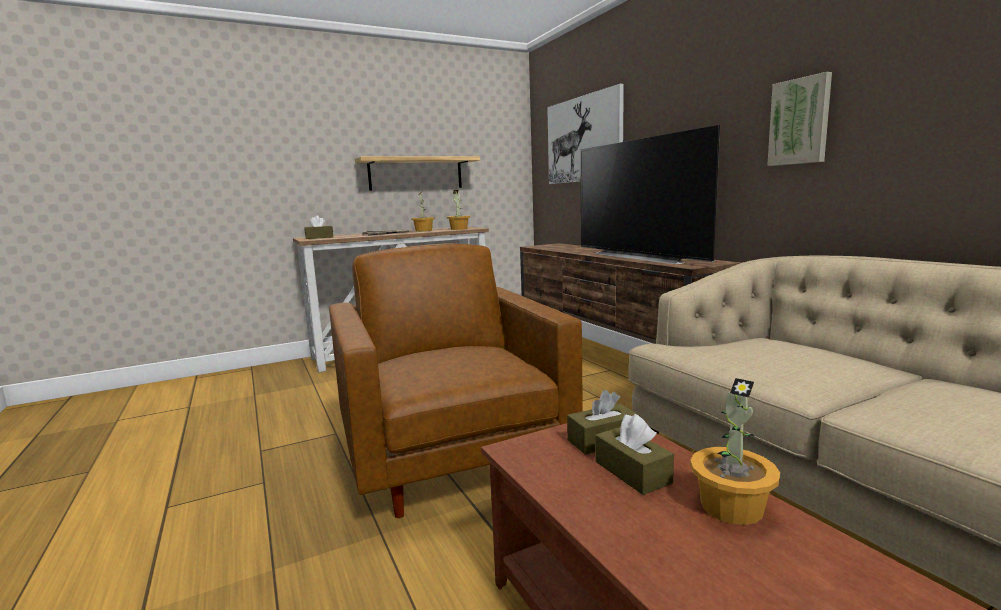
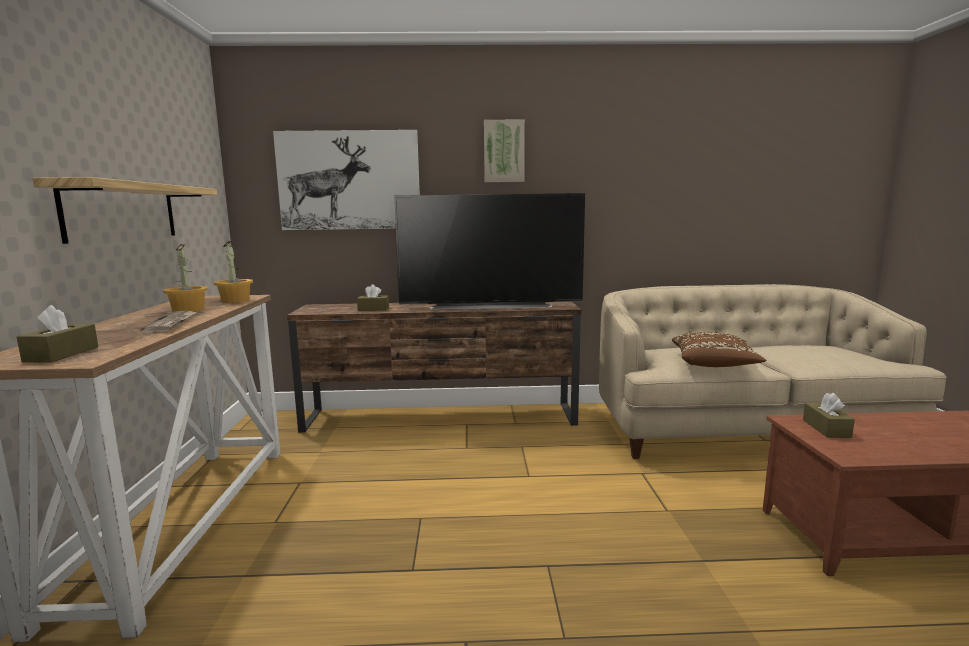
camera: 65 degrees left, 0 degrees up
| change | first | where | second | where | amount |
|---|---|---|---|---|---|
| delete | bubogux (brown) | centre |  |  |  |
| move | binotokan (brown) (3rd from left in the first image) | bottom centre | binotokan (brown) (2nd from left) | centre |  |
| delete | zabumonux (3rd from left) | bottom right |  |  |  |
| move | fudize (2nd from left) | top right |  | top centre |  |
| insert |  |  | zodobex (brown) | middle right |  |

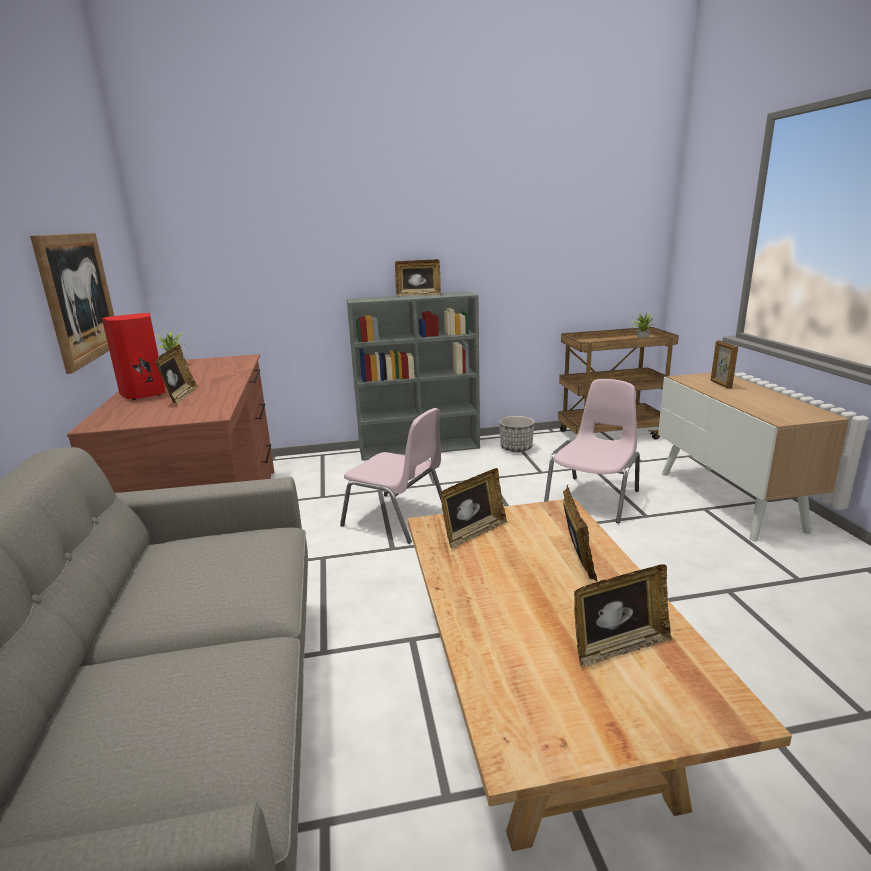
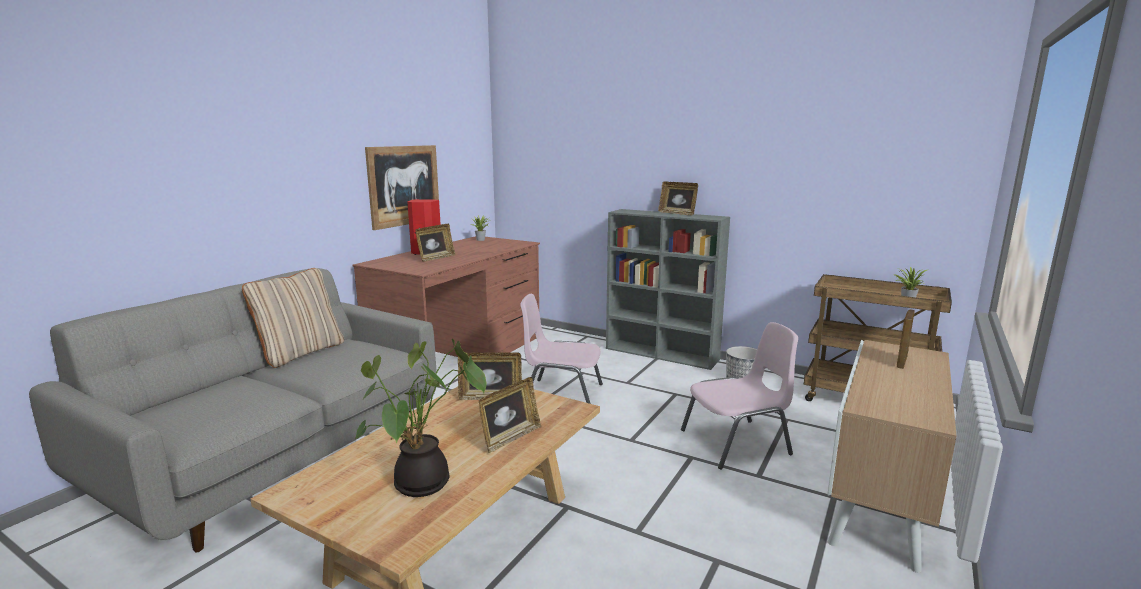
camera: 40 degrees right, 5 degrees down
| change | first | where | second | where | amount |
|---|---|---|---|---|---|
| rotate | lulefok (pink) (1st from left) | centre |  | centre | 120 degrees clockwise |
| replace | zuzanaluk (5th from left) | bottom right | zabumonux (1st from left) | bottom centre |  |
| insert |  |  | zodobex (beige) | middle left |  |

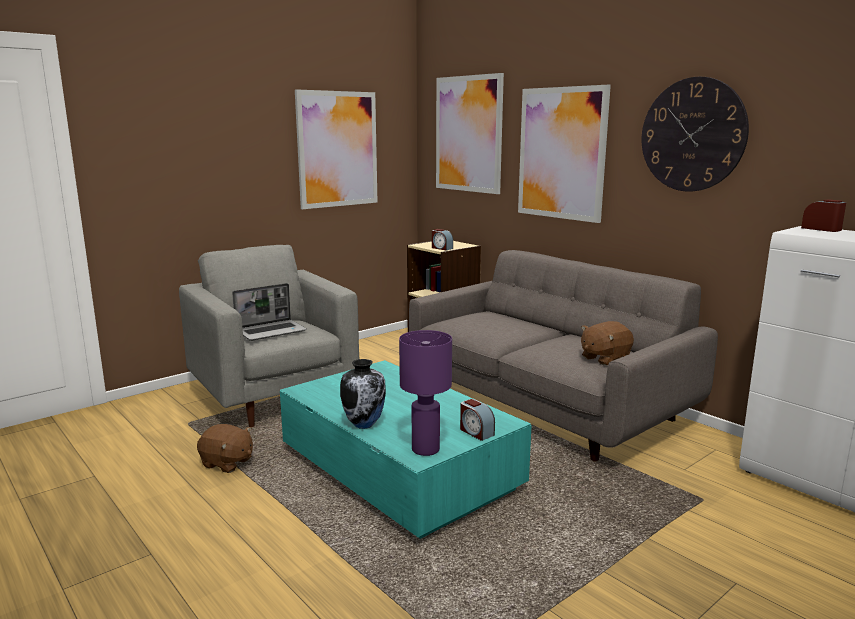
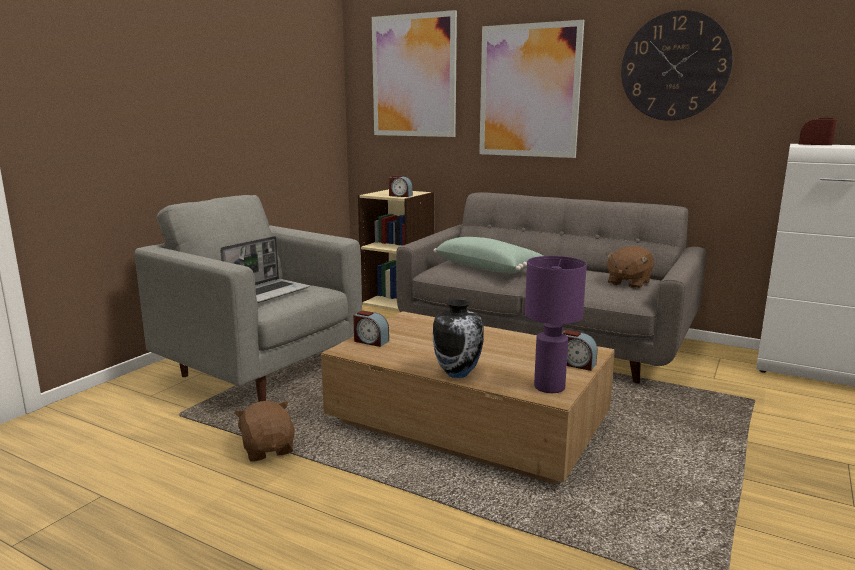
camera: 20 degrees left, 0 degrees up
| change | first | where | second | where | amount |
|---|---|---|---|---|---|
| rotate | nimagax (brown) (1st from left) | bottom left |  | bottom left | 120 degrees counterclockwise |
| recolor | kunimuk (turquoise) | bottom centre | kunimuk (brown) | bottom centre |  |
| delete | fudize (1st from left) | top centre |  |  |  |
| insert |  |  | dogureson (1st from left) | centre |  |
| insert |  |  | zodobex (green) | centre |  |

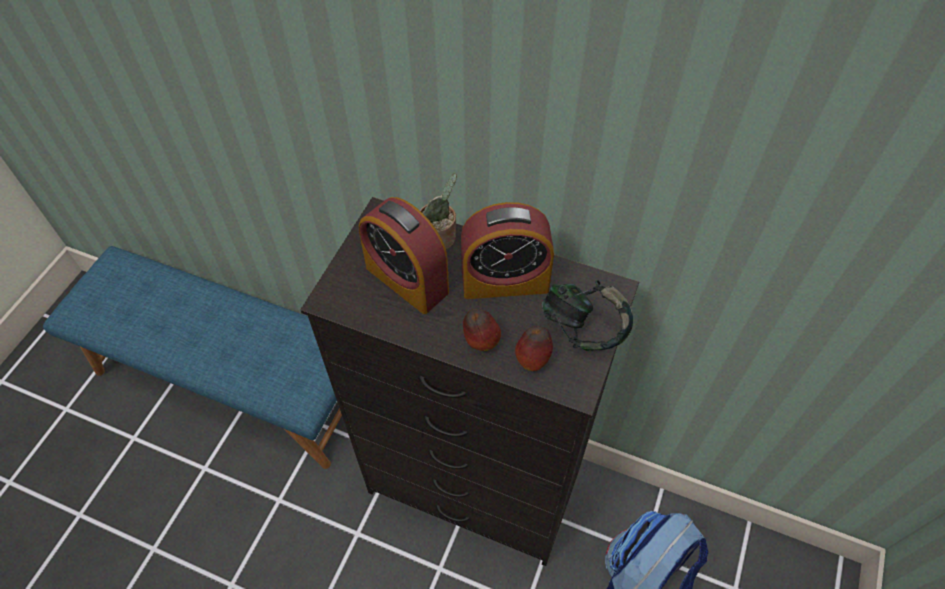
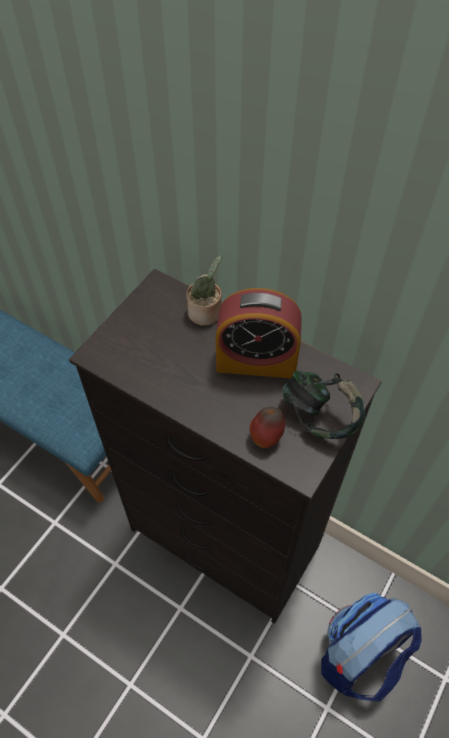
camera: 10 degrees right, 0 degrees up
| change | first | where | second | where | amount |
|---|---|---|---|---|---|
| delete | dogureson (1st from left) | centre |  |  |  |
| delete | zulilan (1st from left) | centre |  |  |  |

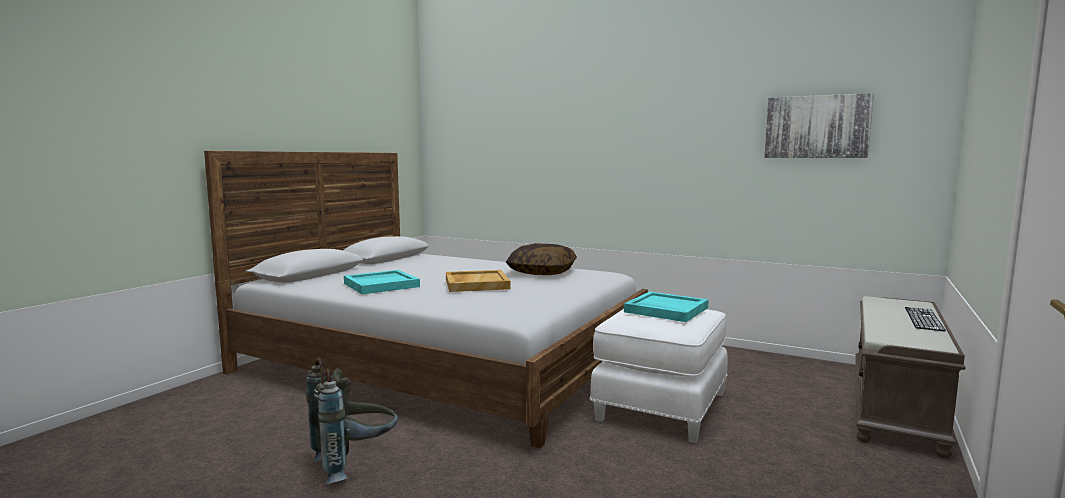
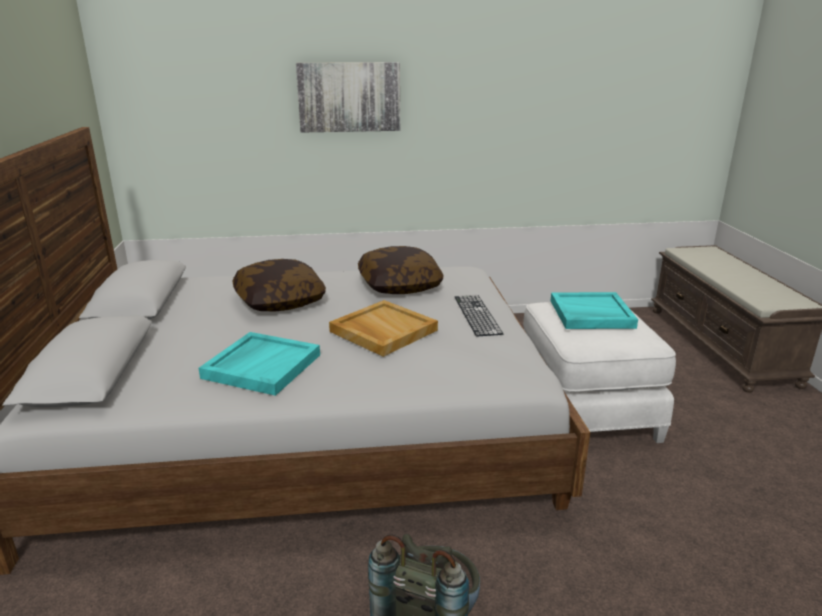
camera: 35 degrees left, 15 degrees up
| change | first | where | second | where | amount |
|---|---|---|---|---|---|
| move | fudize | top right |  | top centre |  |
| move | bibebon | middle right |  | centre |  |
| insert |  |  | zodobex (1st from left) | centre |  |

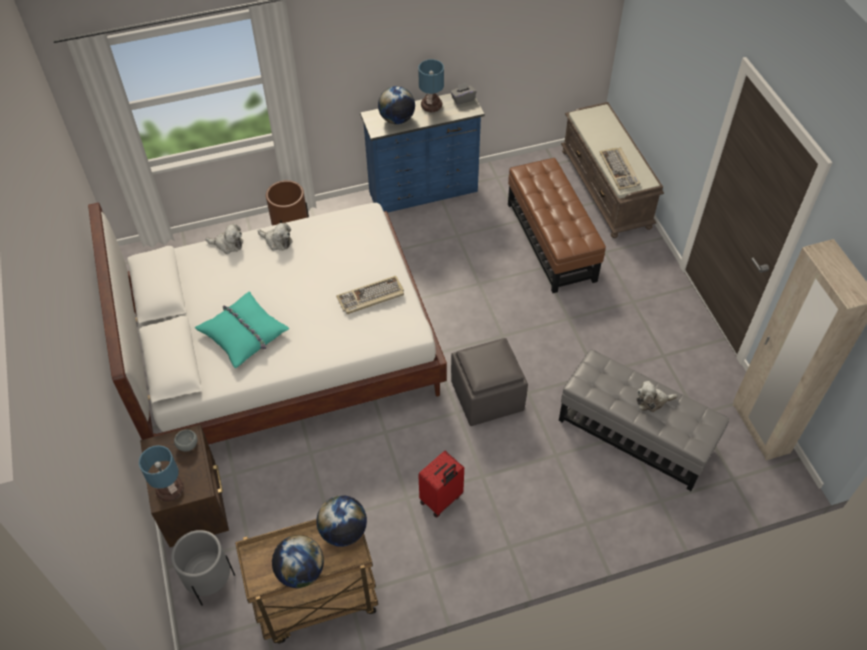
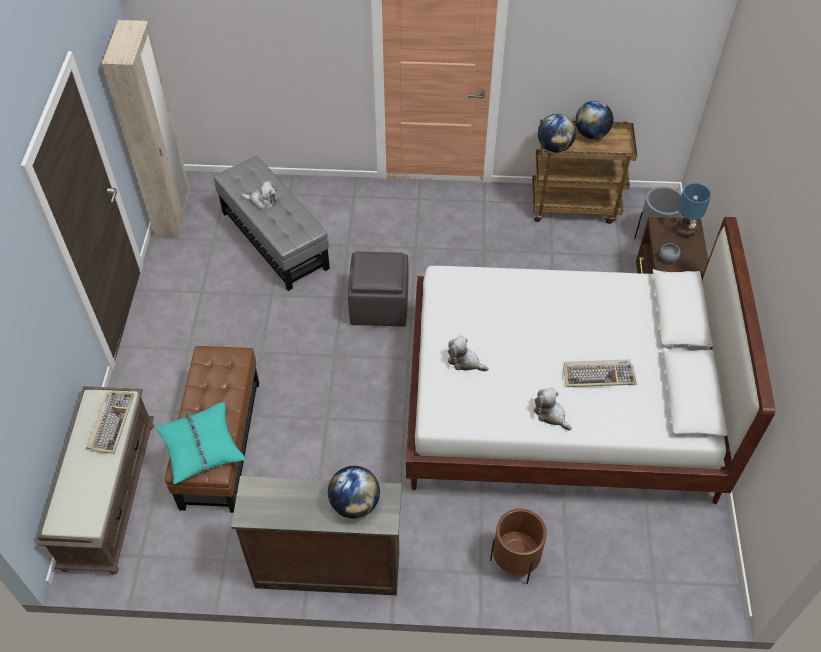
camera: 160 degrees left, 0 degrees up
| change | first | where | second | where | amount |
|---|---|---|---|---|---|
| move | zodobex (turquoise) | middle left |  | bottom left |  |
| move | nimagax (1st from left in the first image) | middle left | nimagax (2nd from left) | centre |  |
| move | bibebon (1st from left in the first image) | centre | bibebon (2nd from left) | middle right |  |
| recolor | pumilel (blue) | top centre | pumilel (brown) | bottom centre |  |
| delete | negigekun (2nd from left) | top centre |  |  |  |
| delete | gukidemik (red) | bottom centre |  |  |  |
| delete | binotokan (grey) | top centre |  |  |  |

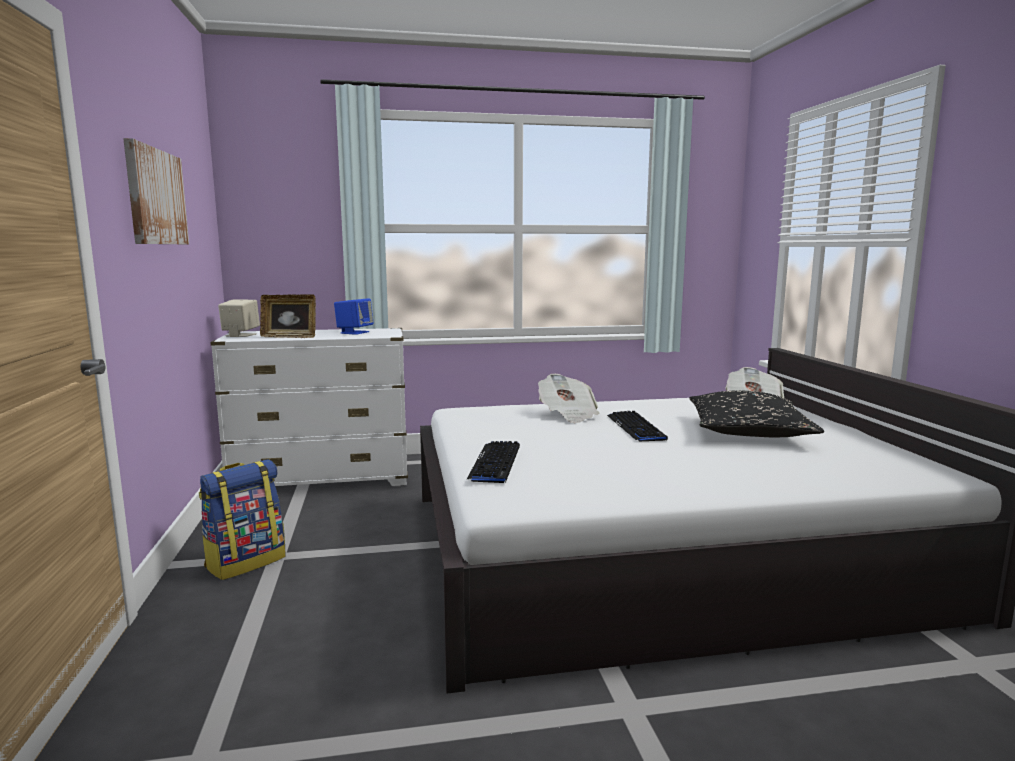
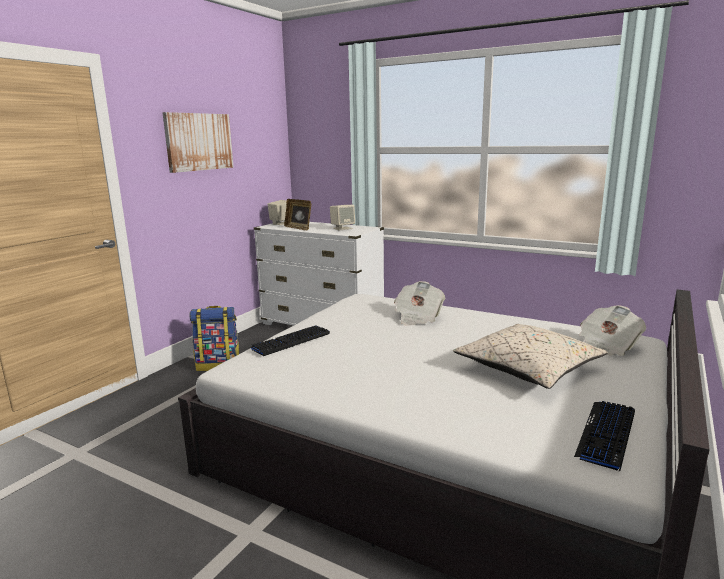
camera: 40 degrees right, 5 degrees up
| change | first | where | second | where | amount |
|---|---|---|---|---|---|
| recolor | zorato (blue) | centre | zorato (beige) (2nd from left) | centre |  |
| move | bibebon (2nd from left) | centre |  | bottom right |  |
| recolor | zodobex (black) | middle right | zodobex (beige) | middle right |  |

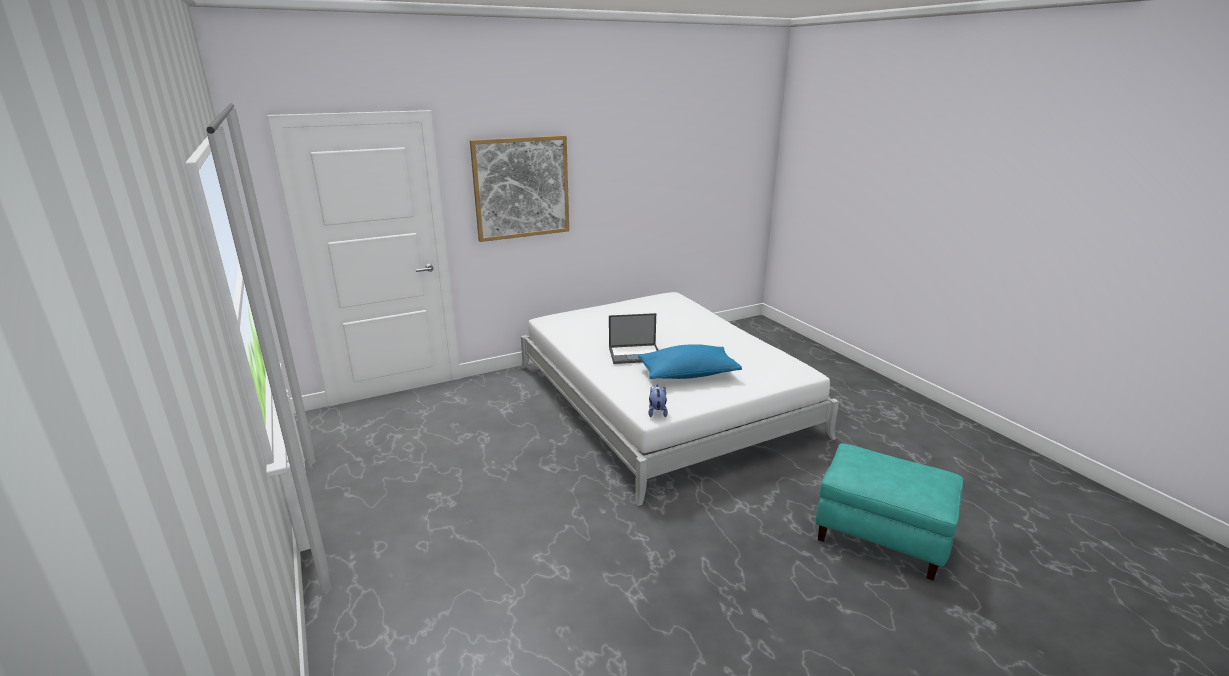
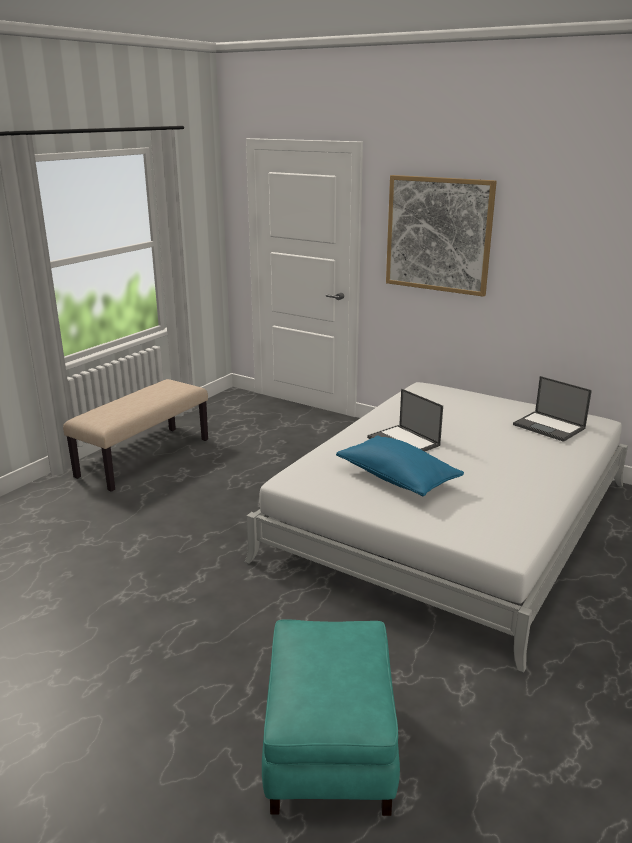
camera: 60 degrees right, 0 degrees up
| change | first | where | second | where | amount |
|---|---|---|---|---|---|
| delete | nimagax | centre |  |  |  |
| insert |  |  | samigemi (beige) | middle left |  |
| insert |  |  | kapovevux (2nd from left) | middle right |  |

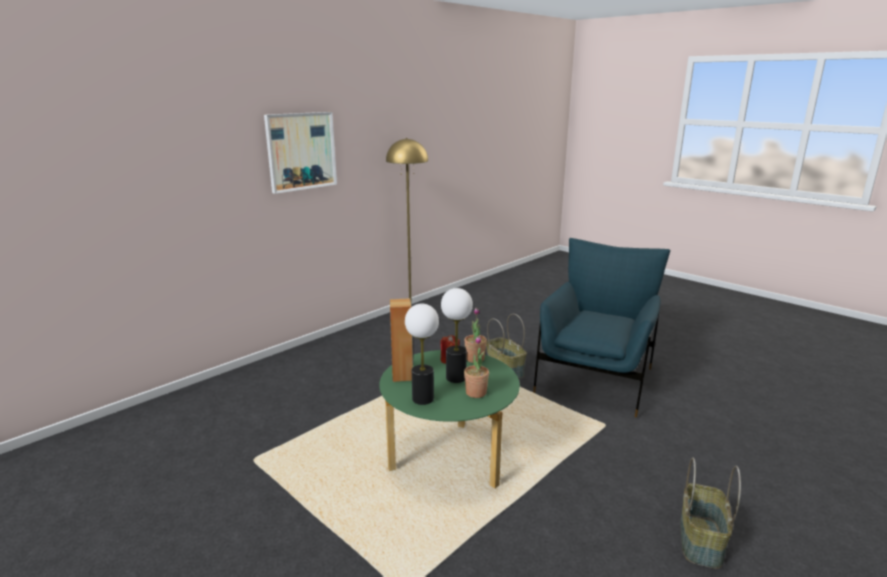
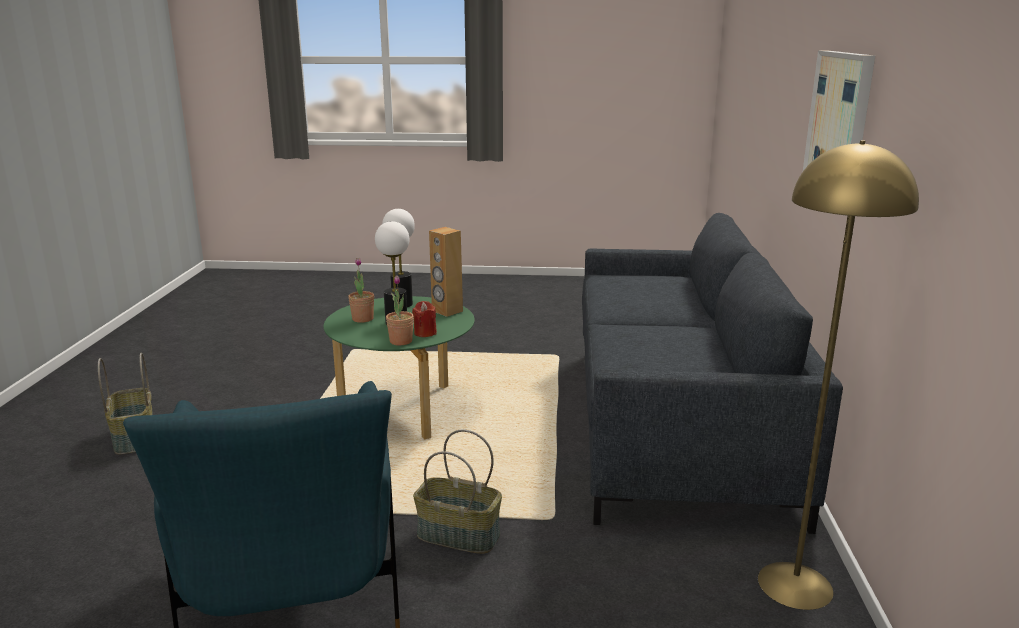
camera: 140 degrees right, 0 degrees up
| change | first | where | second | where | amount |
|---|---|---|---|---|---|
| insert |  |  | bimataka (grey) | middle right |  |

